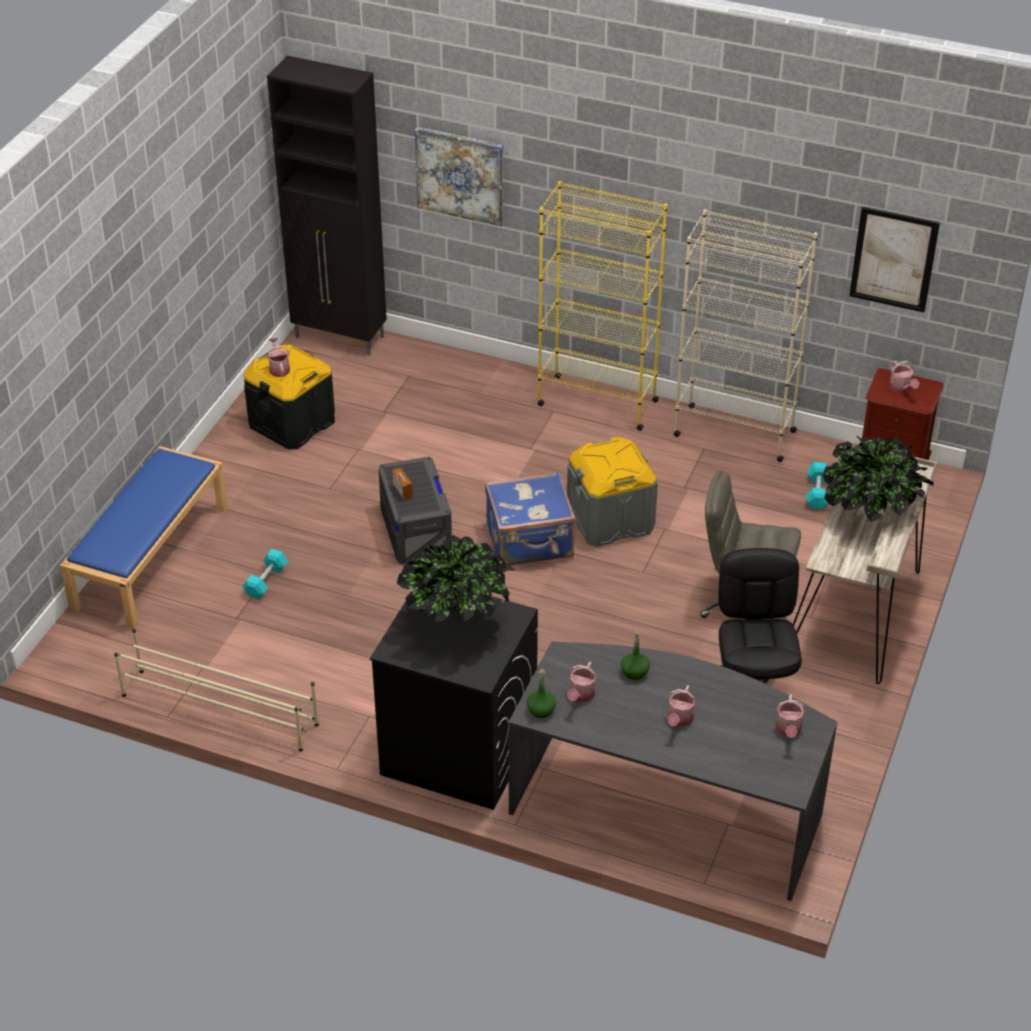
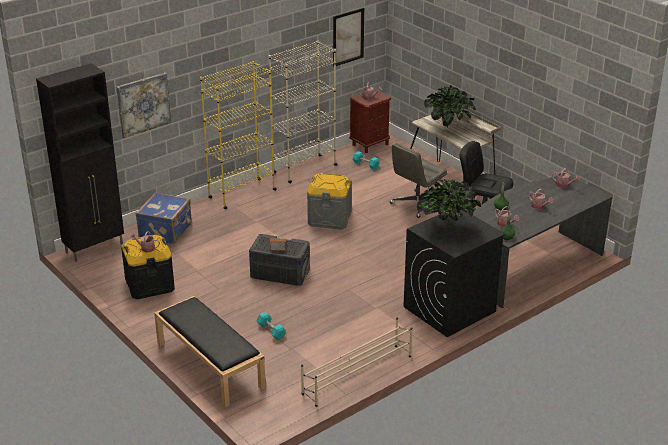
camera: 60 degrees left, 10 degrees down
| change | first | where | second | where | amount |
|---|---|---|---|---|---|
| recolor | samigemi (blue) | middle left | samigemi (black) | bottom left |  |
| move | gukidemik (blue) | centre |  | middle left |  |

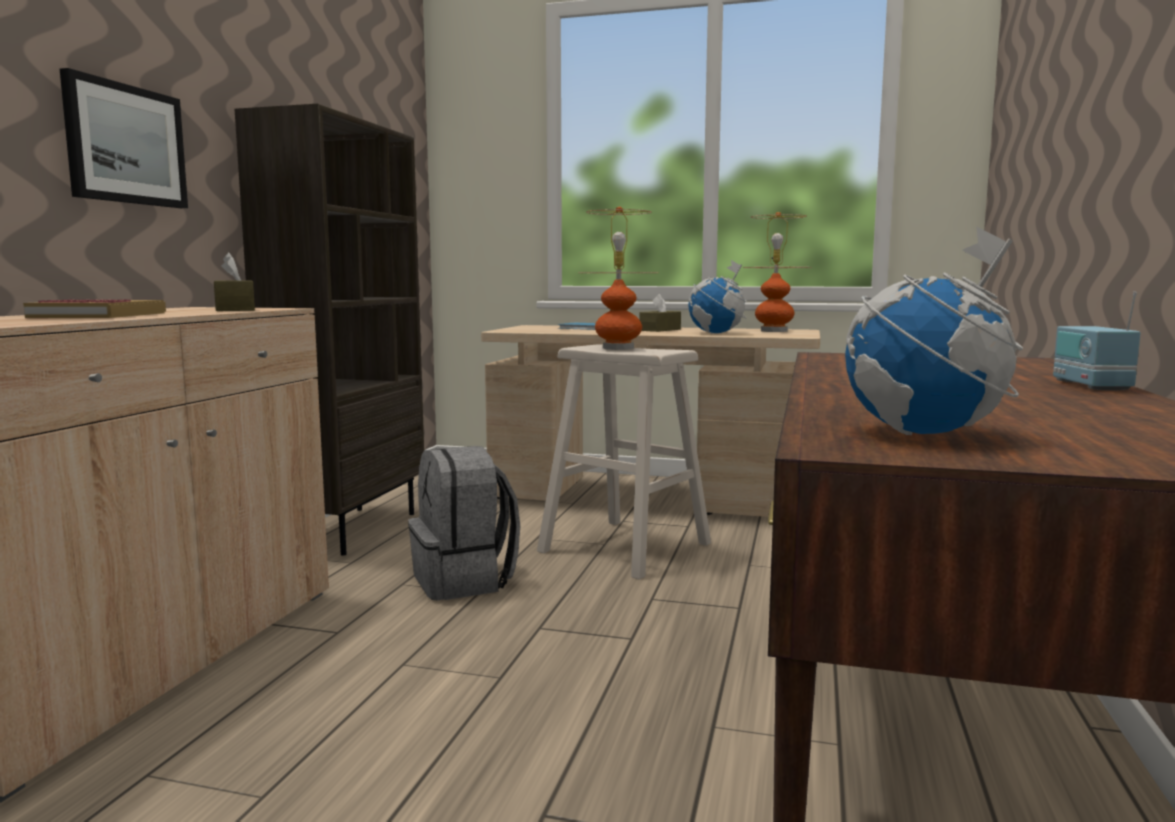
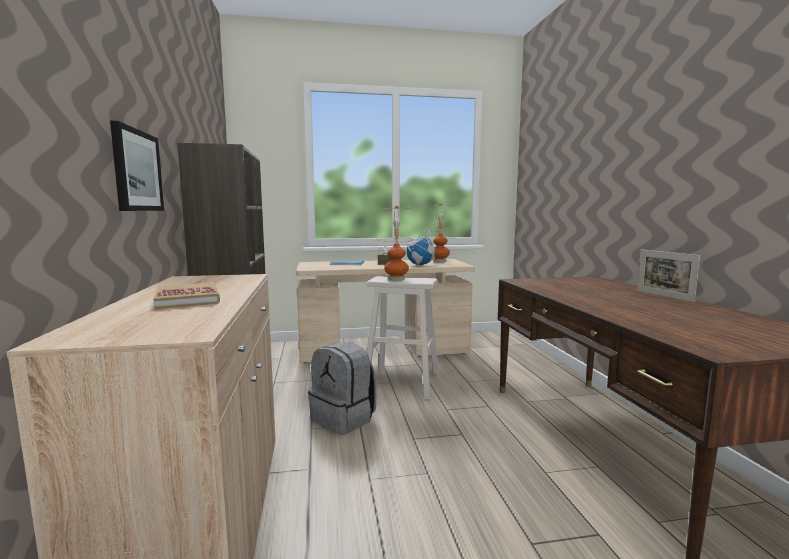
camera: 25 degrees left, 0 degrees up
| change | first | where | second | where | amount |
|---|---|---|---|---|---|
| delete | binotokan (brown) (1st from left) | middle left |  |  |  |
| delete | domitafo (2nd from left) | middle right |  |  |  |
| replace | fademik | middle right | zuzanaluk | middle right |  |

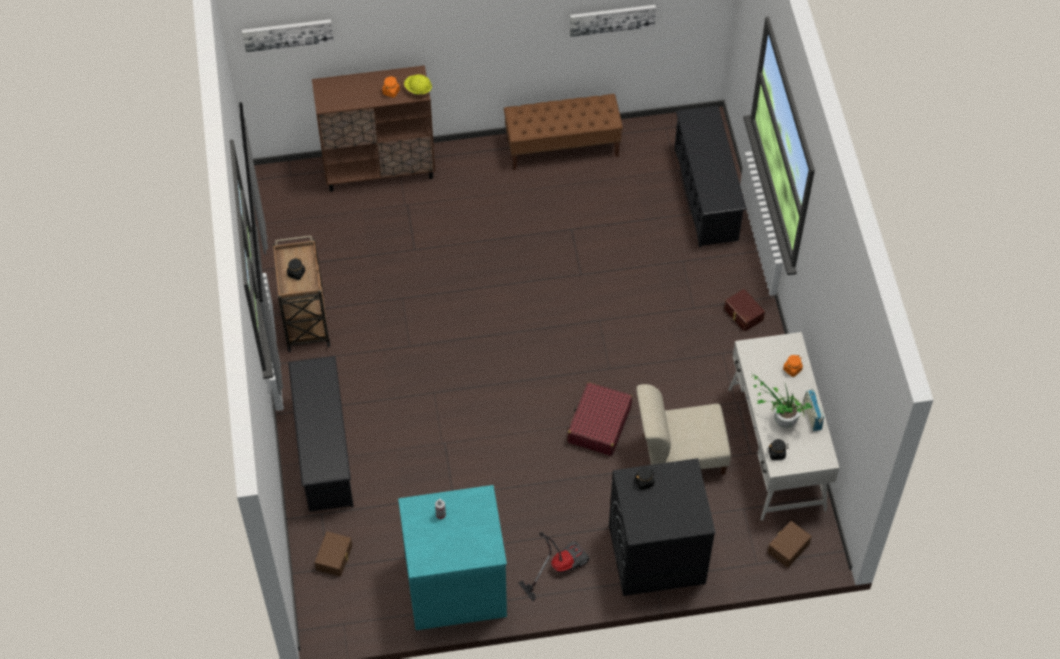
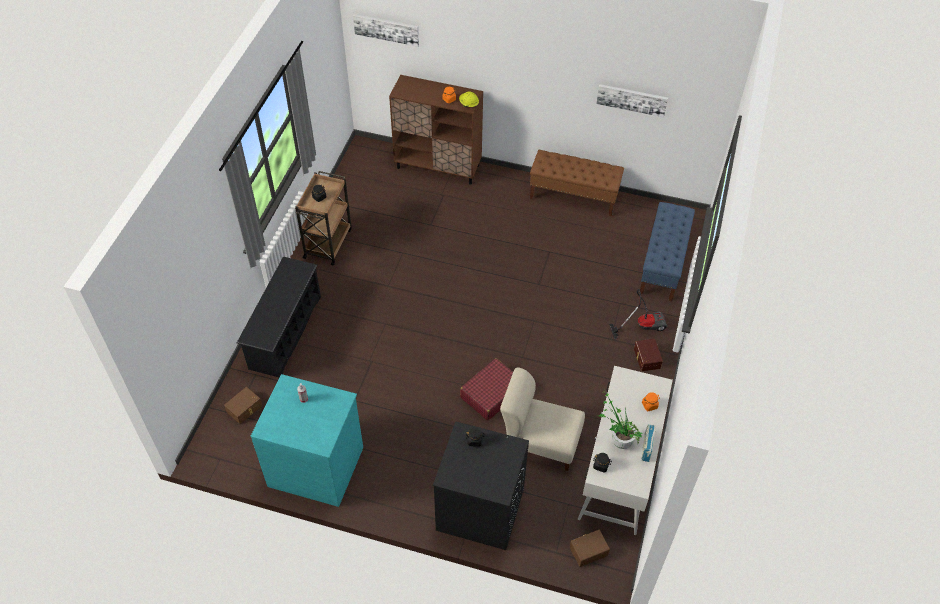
camera: 25 degrees right, 5 degrees down
| change | first | where | second | where | amount |
|---|---|---|---|---|---|
| move | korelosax | bottom centre |  | middle right |  |
| replace | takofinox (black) (2nd from left) | top right | samigemi (blue) | middle right |  |

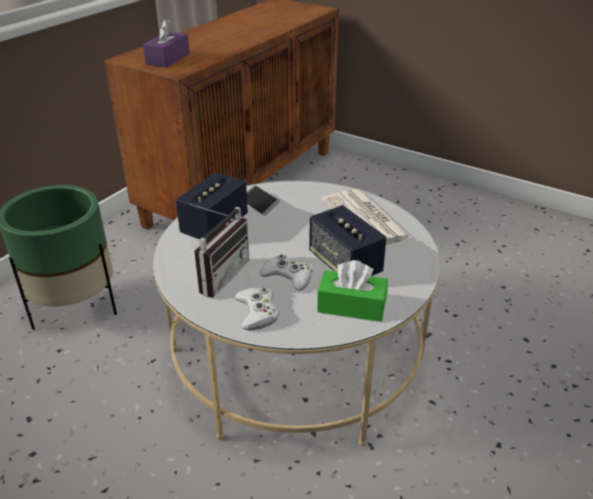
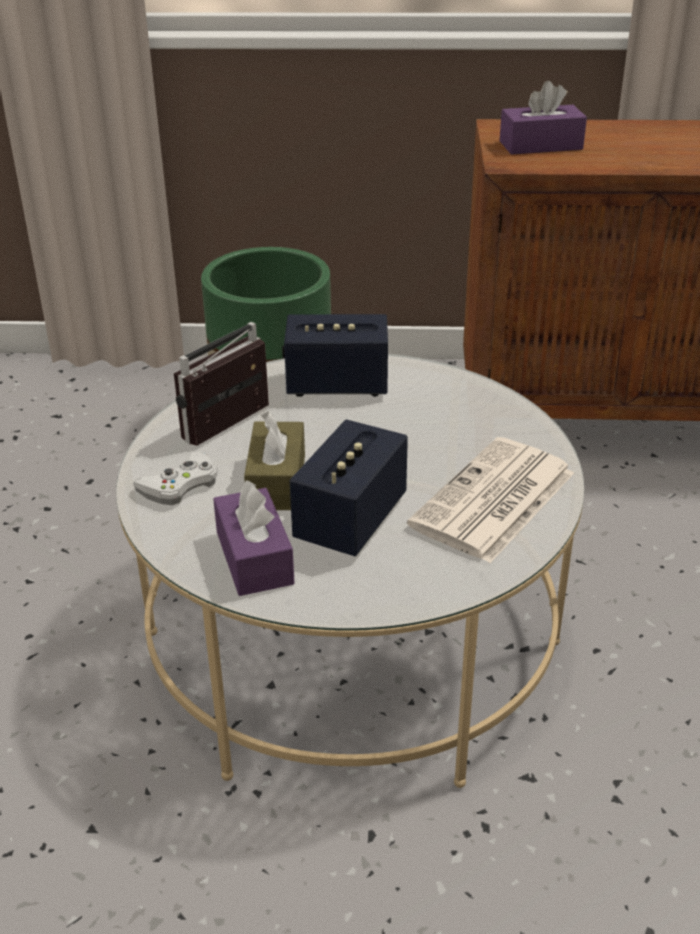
camera: 60 degrees right, 0 degrees up
| change | first | where | second | where | amount |
|---|---|---|---|---|---|
| rotate | fademik | centre |  | middle left | 135 degrees clockwise |
| delete | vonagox | centre |  |  |  |
| replace | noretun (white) (2nd from left) | centre | binotokan (brown) | centre |  |
| recolor | binotokan (green) | centre | binotokan (purple) (1st from left) | centre |  |

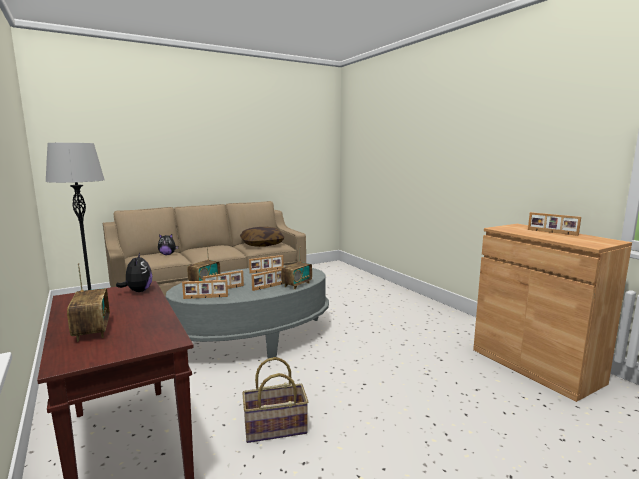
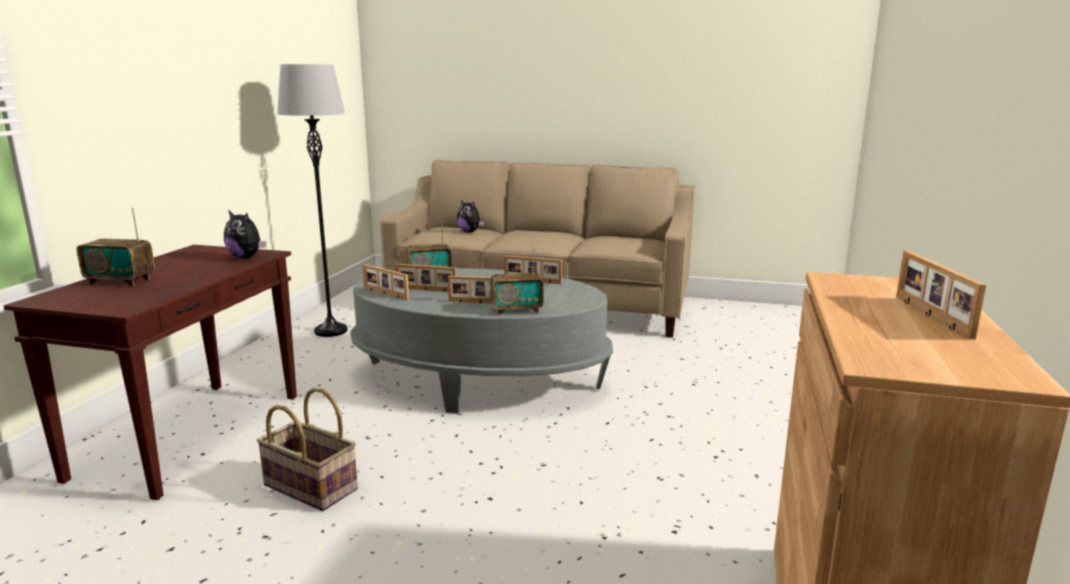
camera: 45 degrees right, 5 degrees up
| change | first | where | second | where | amount |
|---|---|---|---|---|---|
| rotate | fademik (1st from left) | middle left |  | middle left | 75 degrees clockwise |
| rotate | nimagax (1st from left) | middle left |  | middle left | 90 degrees clockwise |
| delete | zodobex | centre |  |  |  |

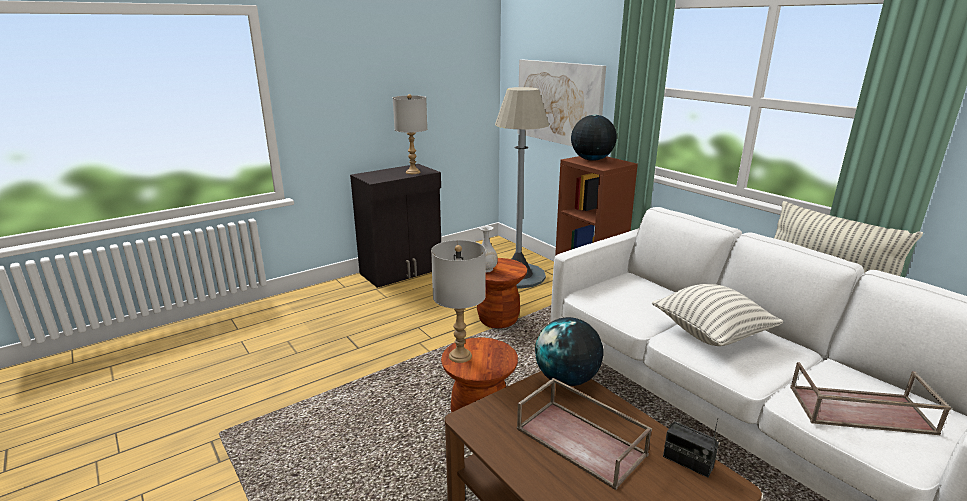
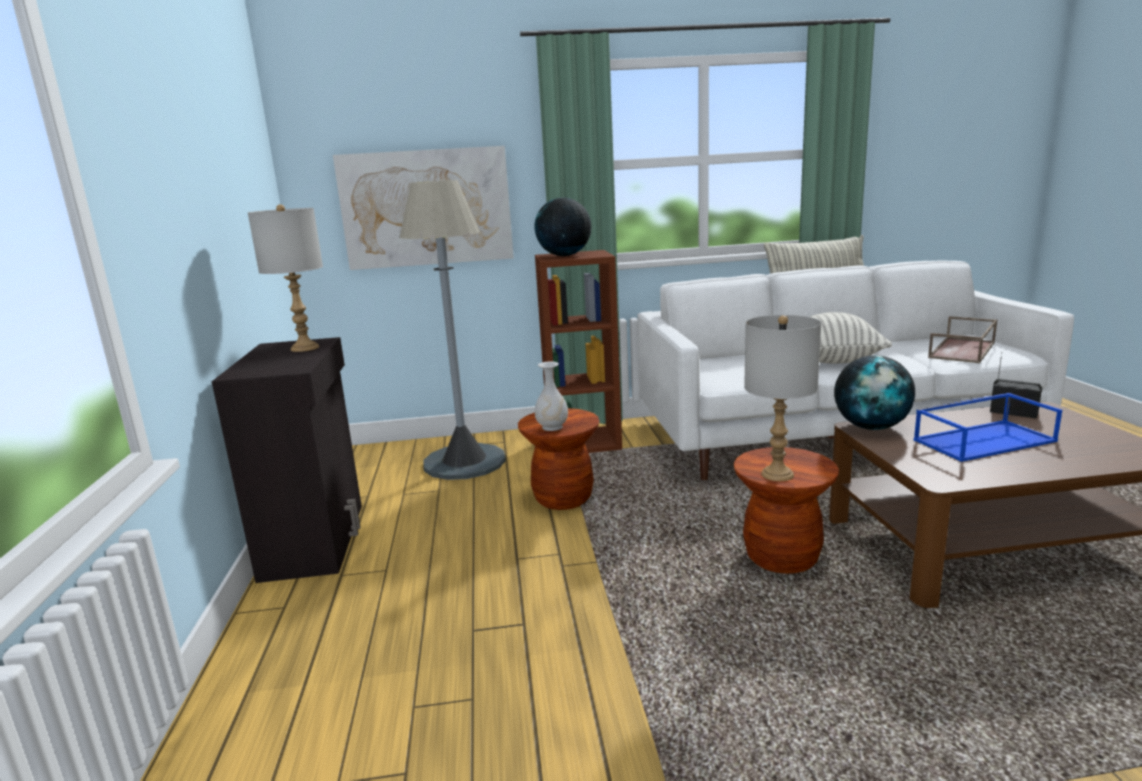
camera: 60 degrees left, 5 degrees down
| change | first | where | second | where | amount |
|---|---|---|---|---|---|
| recolor | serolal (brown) (1st from left) | bottom centre | serolal (blue) | middle right |  |
| rotate | fademik | bottom right |  | middle right | 120 degrees counterclockwise |

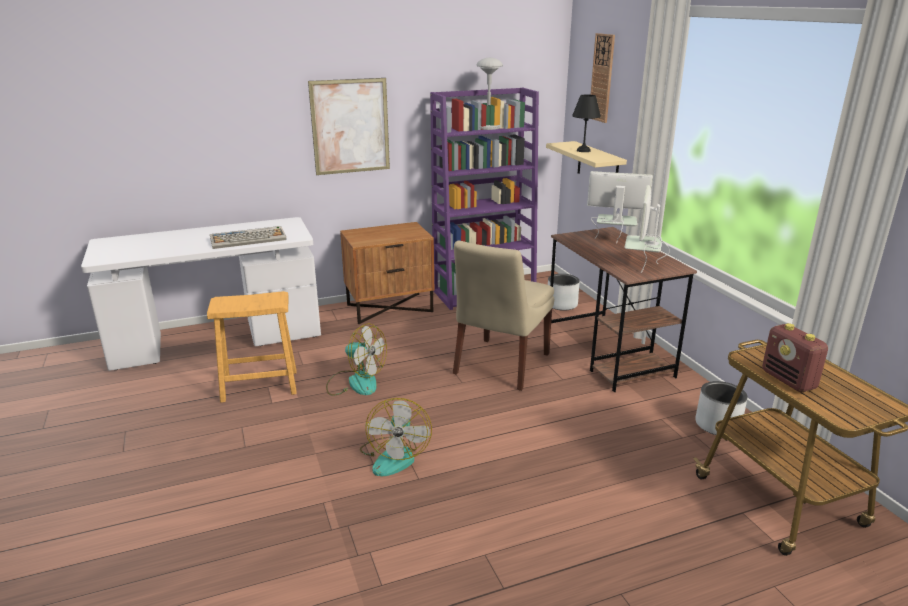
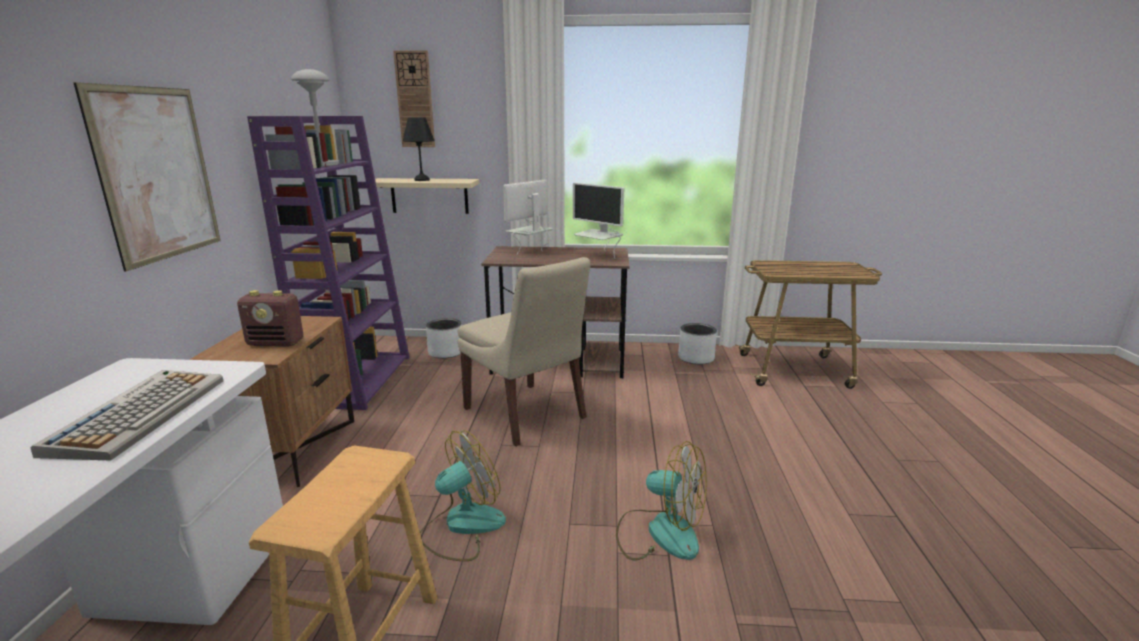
camera: 65 degrees left, 5 degrees down
| change | first | where | second | where | amount |
|---|---|---|---|---|---|
| move | fademik | middle right |  | middle left |  |

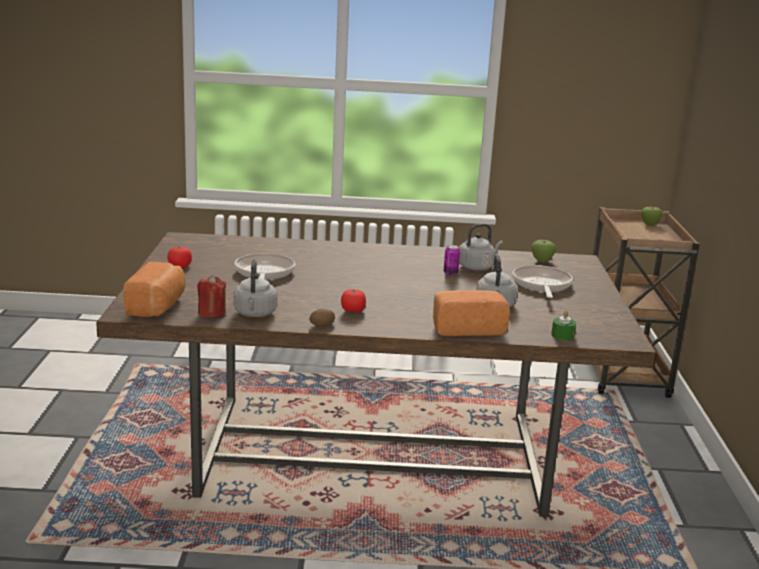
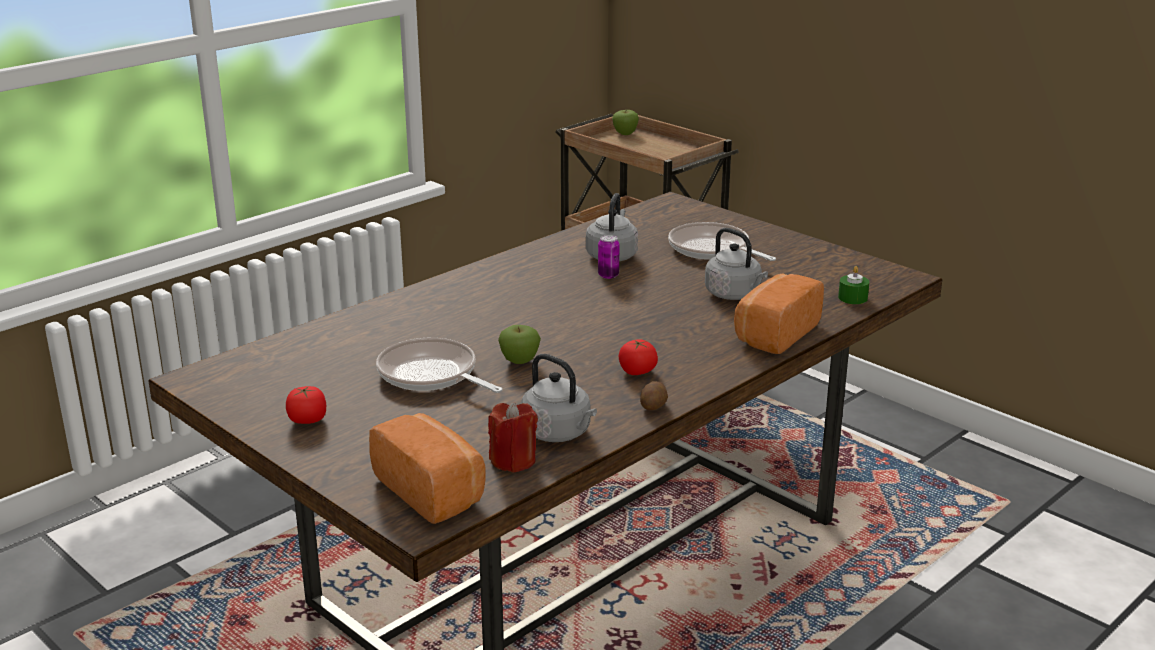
camera: 45 degrees left, 5 degrees up
| change | first | where | second | where | amount |
|---|---|---|---|---|---|
| move | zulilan (1st from left) | middle right |  | centre |  |

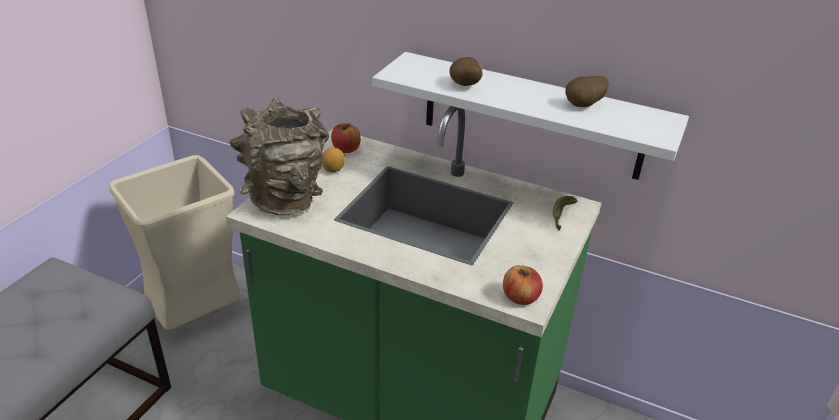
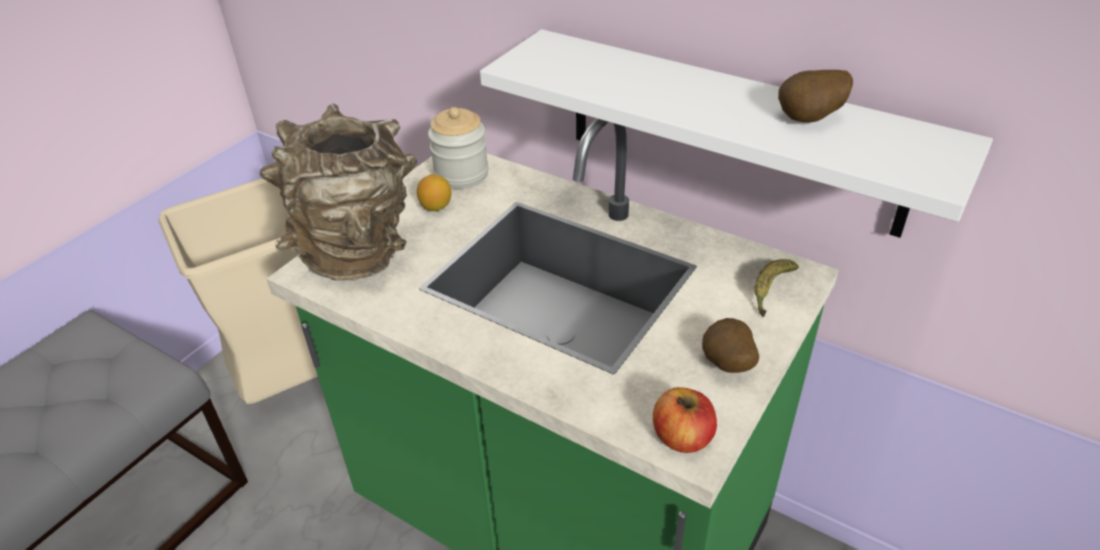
camera: 10 degrees right, 5 degrees up
| change | first | where | second | where | amount |
|---|---|---|---|---|---|
| replace | zulilan (1st from left) | top centre | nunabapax | top centre |  |
| move | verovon (1st from left) | top centre |  | centre |  |

